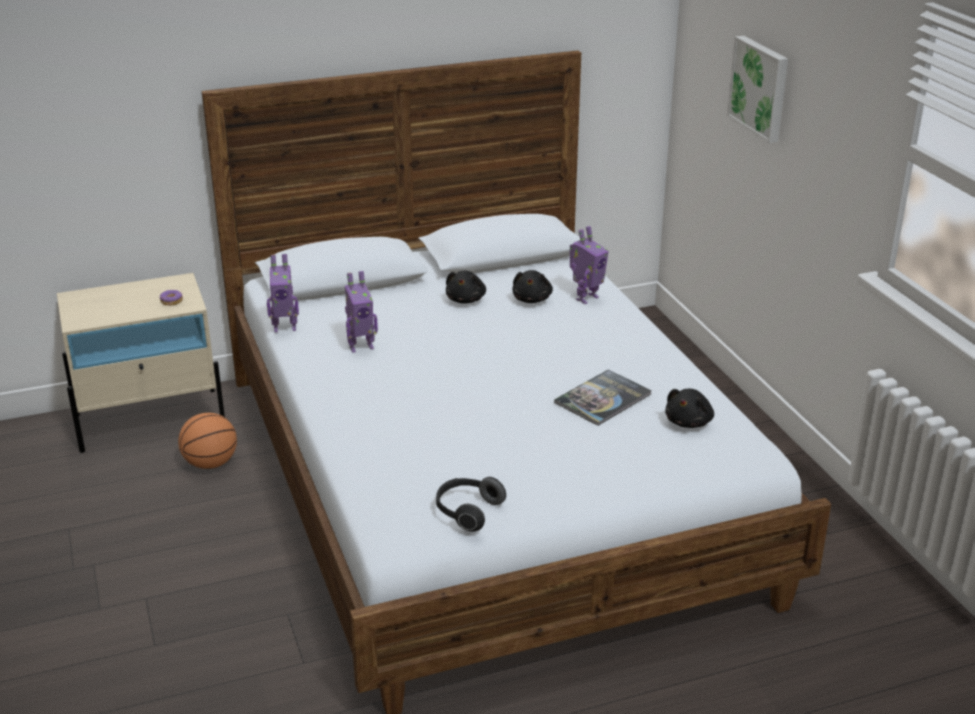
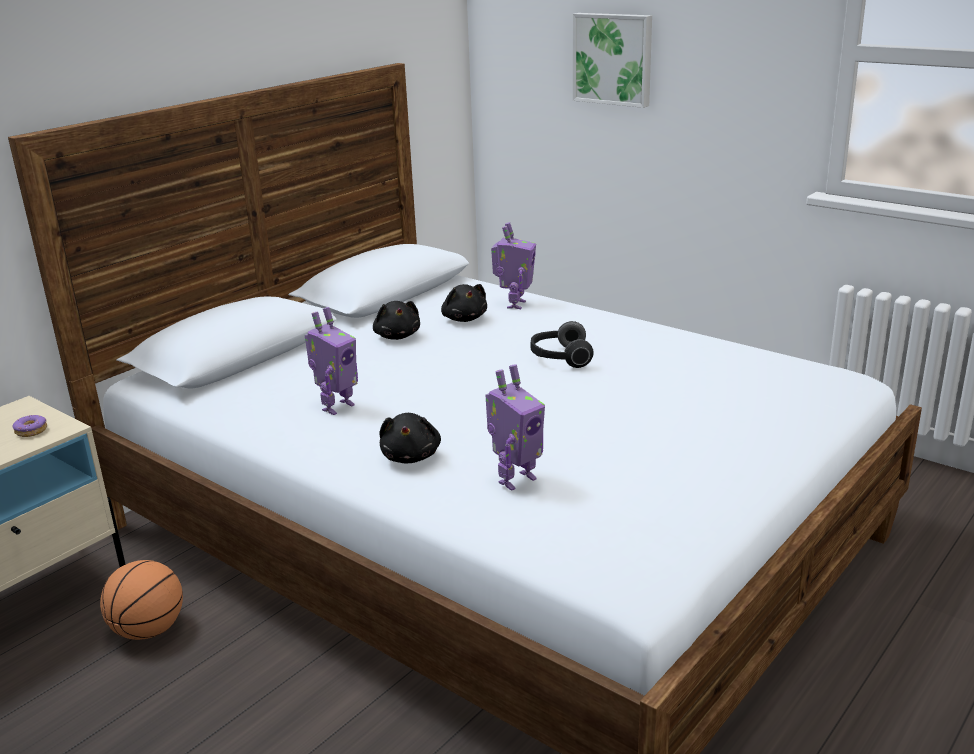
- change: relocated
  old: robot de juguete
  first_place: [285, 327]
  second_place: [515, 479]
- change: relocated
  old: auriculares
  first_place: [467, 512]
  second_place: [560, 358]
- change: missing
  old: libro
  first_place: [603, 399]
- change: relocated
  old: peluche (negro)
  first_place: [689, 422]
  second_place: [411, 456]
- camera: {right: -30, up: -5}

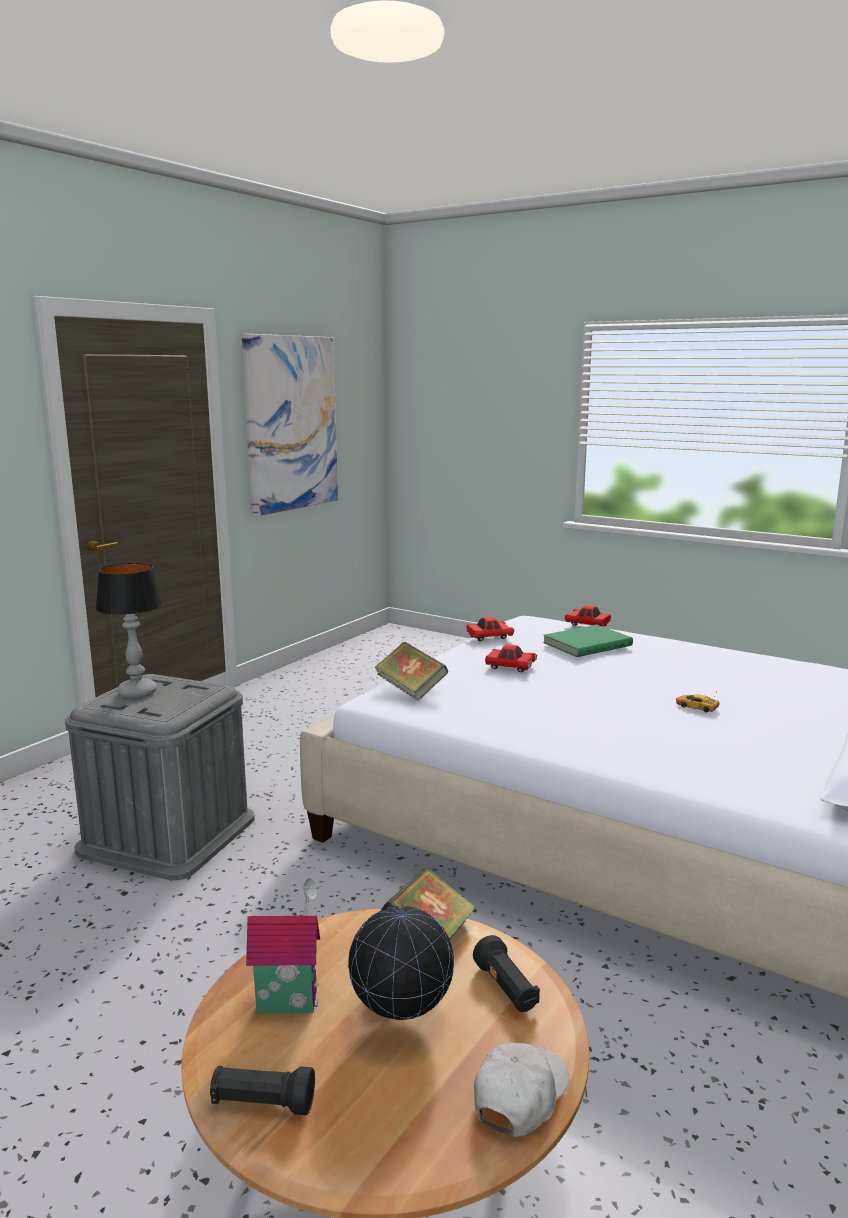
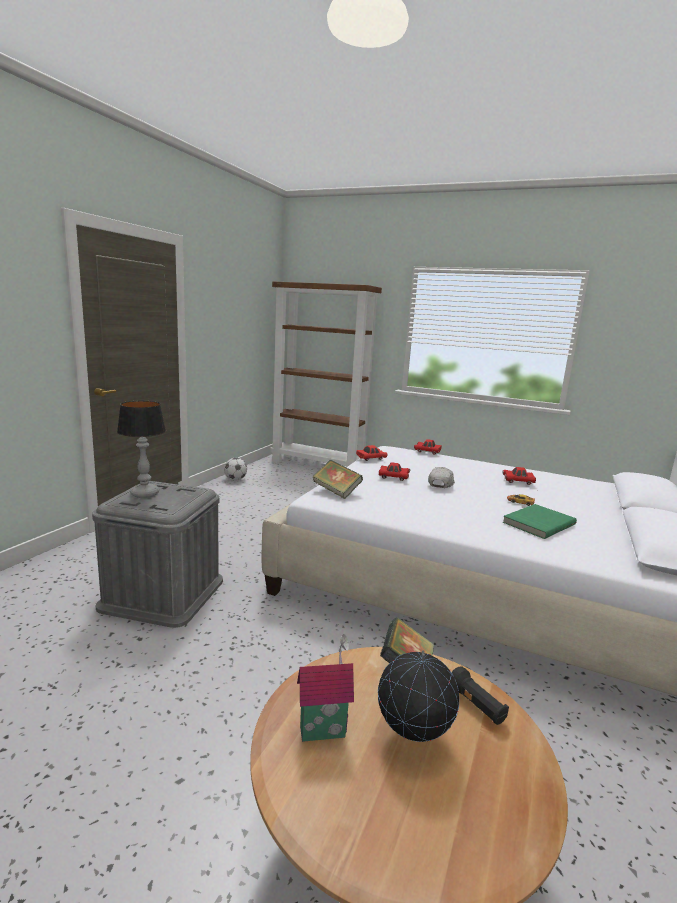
- change: missing
  old: linterna (negro)
  first_place: [262, 1103]
- change: missing
  old: cuadro
  first_place: [291, 423]
- change: relocated
  old: gorra (blanco)
  first_place: [520, 1096]
  second_place: [441, 484]
- change: relocated
  old: libro (verde)
  first_place: [586, 644]
  second_place: [537, 523]
- change: appeared
  new: balón de fútbol
  second_place: [235, 479]
- change: appeared
  new: estantería (marrón)
  second_place: [318, 465]
- change: appeared
  new: coche de juguete (rojo)
  second_place: [518, 482]
- camera: {right: -10, up: 0}

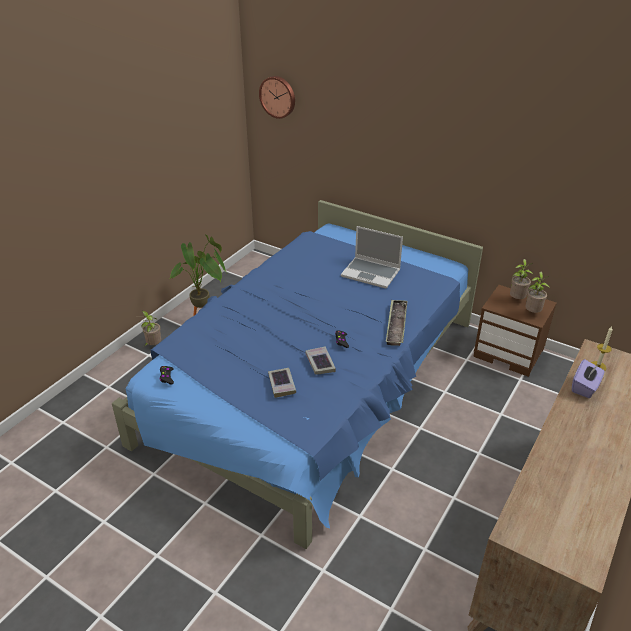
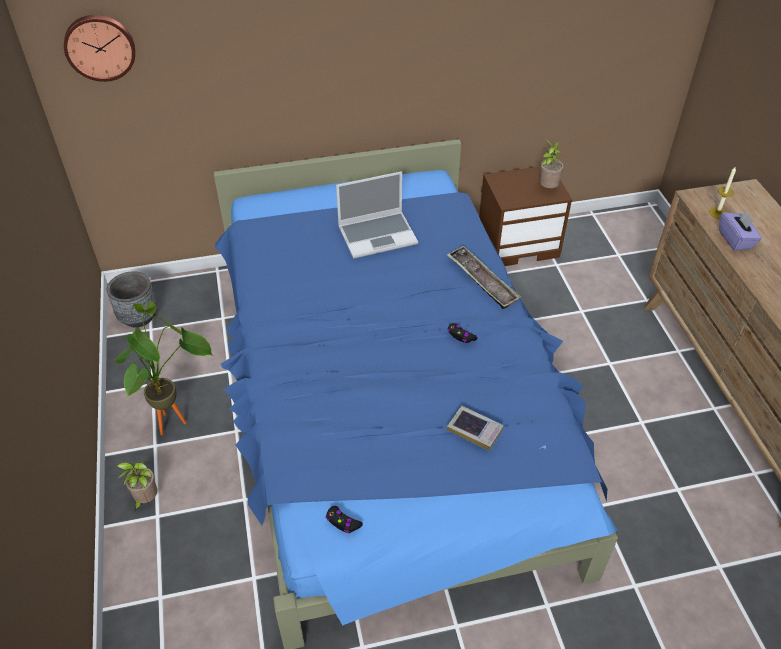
- change: missing
  old: libro
  first_place: [320, 363]
- change: missing
  old: planta en maceta
  first_place: [517, 299]
- change: appeared
  new: maceta (gris)
  second_place: [138, 317]
- camera: {right: -45, up: 10}

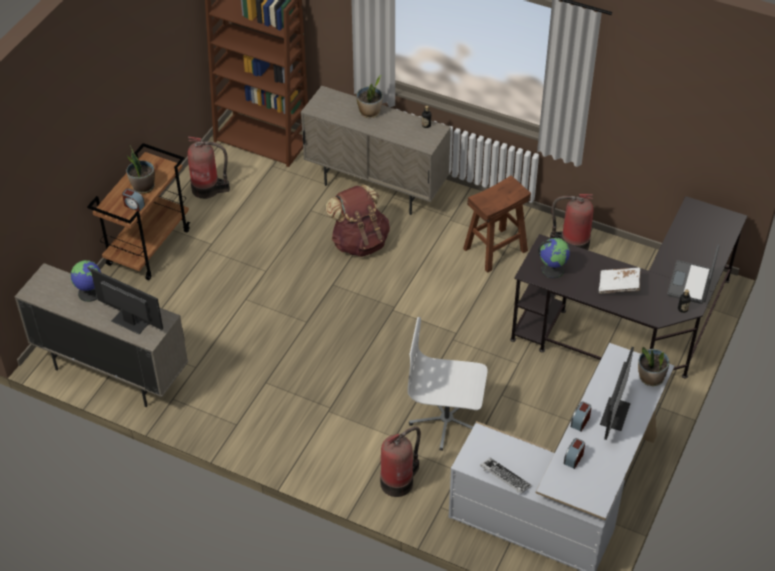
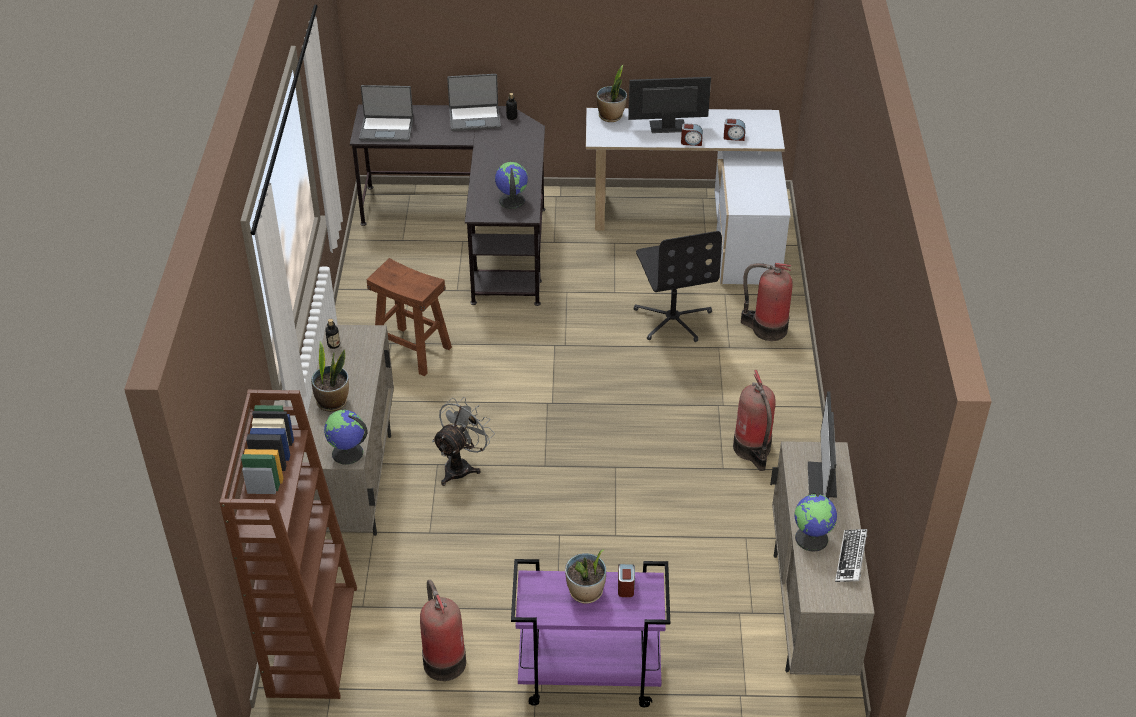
- change: colour
  old: carrito (marrón)
  new: carrito (morado)
  first_place: [148, 246]
  second_place: [588, 677]
- change: exchanged
  old: mochila (marrón)
  new: ventilador (gris)
  first_place: [359, 242]
  second_place: [461, 466]
- change: colour
  old: silla de oficina (blanco)
  new: silla de oficina (negro)
  first_place: [446, 421]
  second_place: [673, 318]
- change: relocated
  old: teclado
  first_place: [505, 478]
  second_place: [851, 558]
- change: relocated
  old: extintor
  first_place: [572, 244]
  second_place: [753, 450]
- change: missing
  old: libro (blanco)
  first_place: [619, 286]
- change: appeared
  new: globo terráqueo
  second_place: [347, 453]
- change: appeared
  new: portátil
  second_place: [387, 129]
- camera: {right: -115, up: -5}

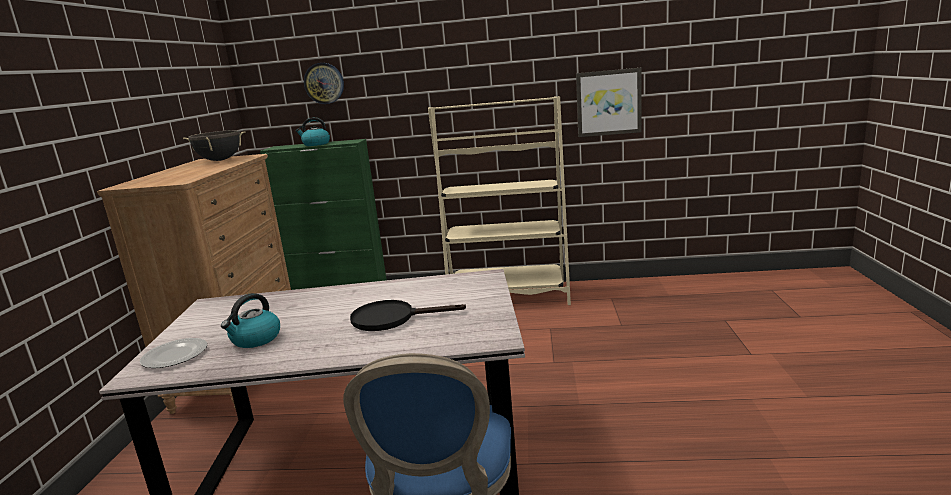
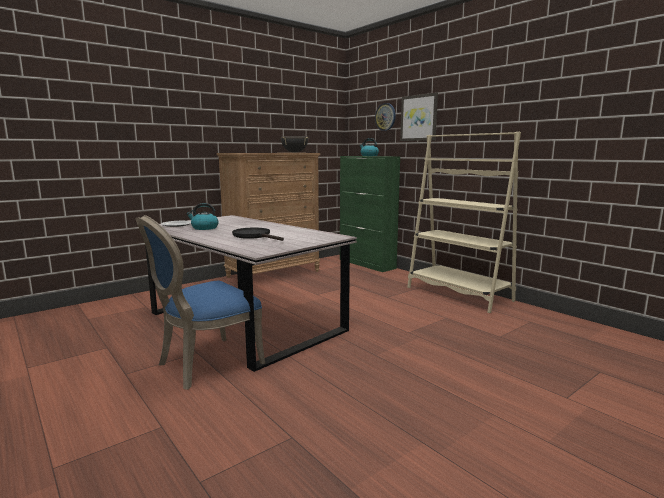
- change: relocated
  old: cuadro
  first_place: [608, 102]
  second_place: [419, 118]
- camera: {right: 45, up: -5}

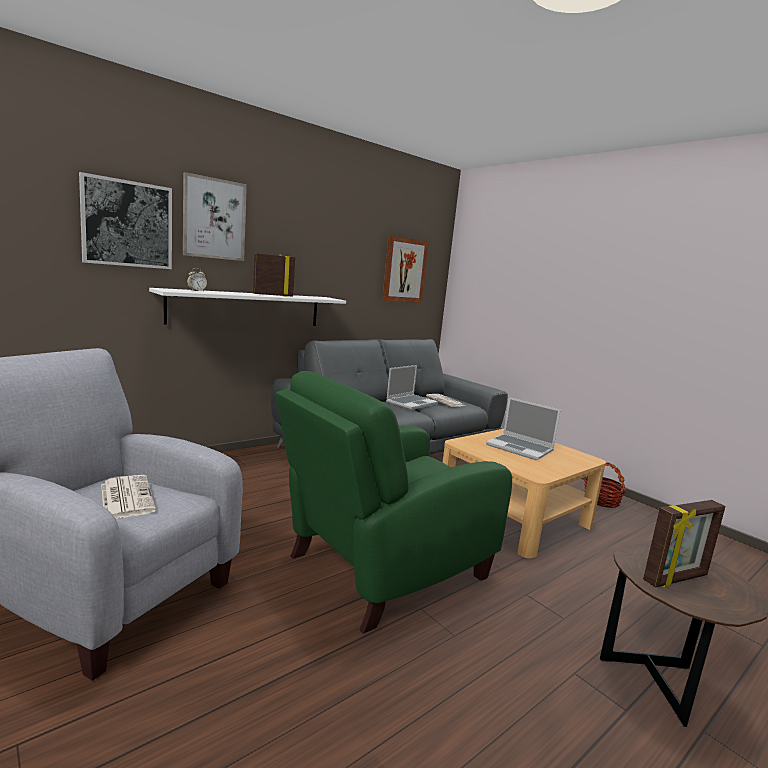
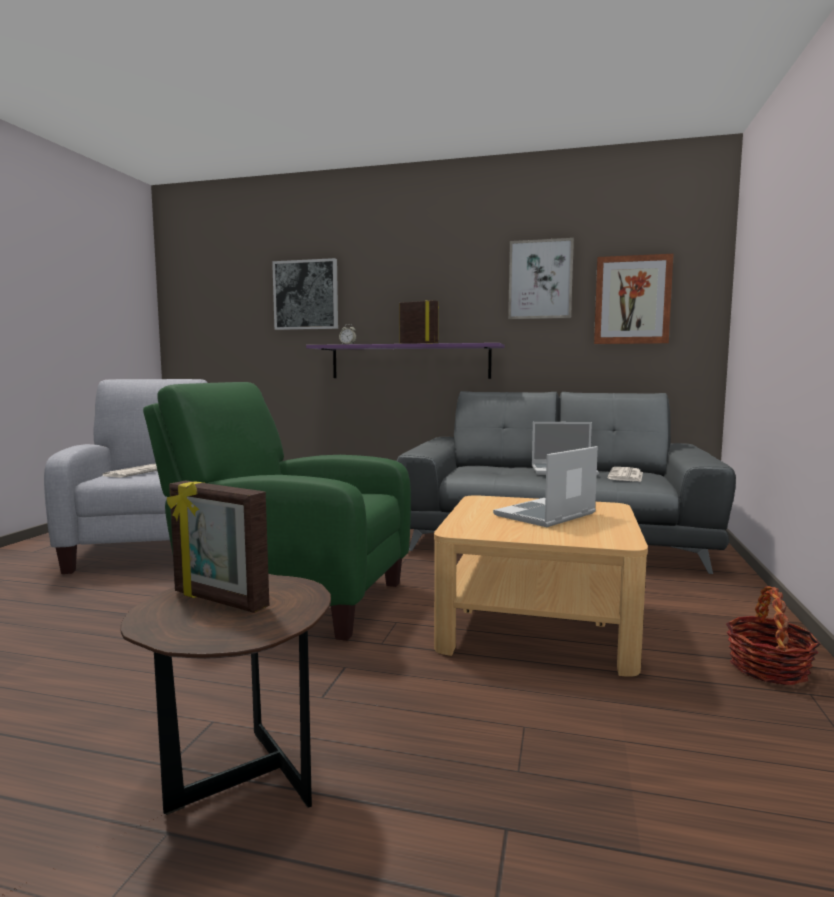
- change: colour
  old: estante (blanco)
  new: estante (morado)
  first_place: [247, 309]
  second_place: [409, 362]
- change: relocated
  old: cuadro
  first_place: [214, 219]
  second_place: [540, 279]
- change: spun
  old: portátil
  first_place: [520, 448]
  second_place: [545, 515]
  degrees: 45
- camera: {right: 55, up: -5}

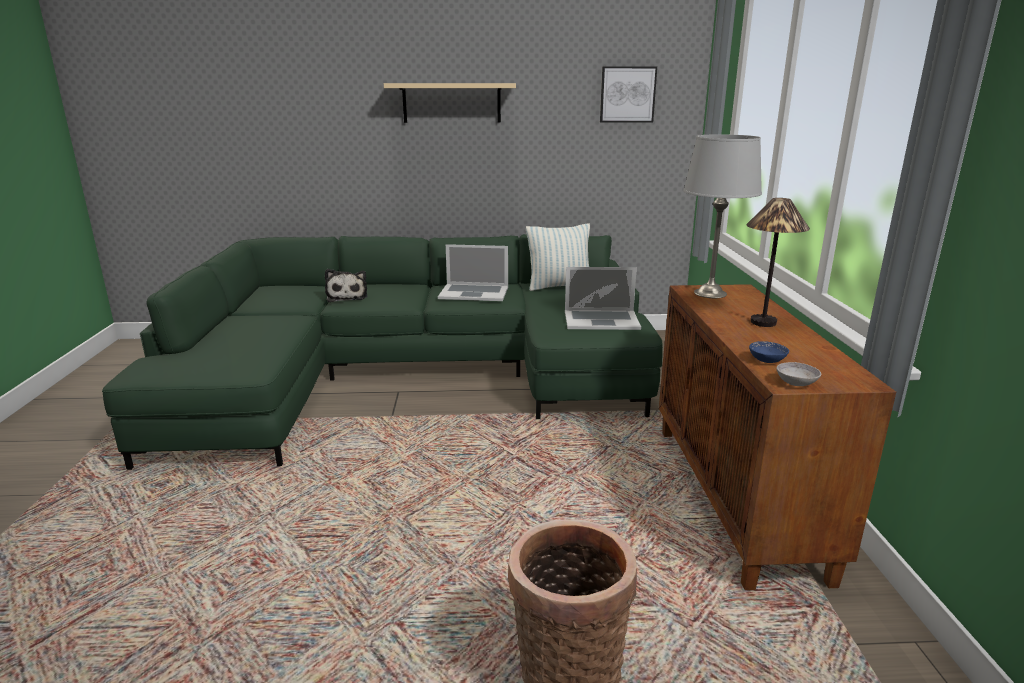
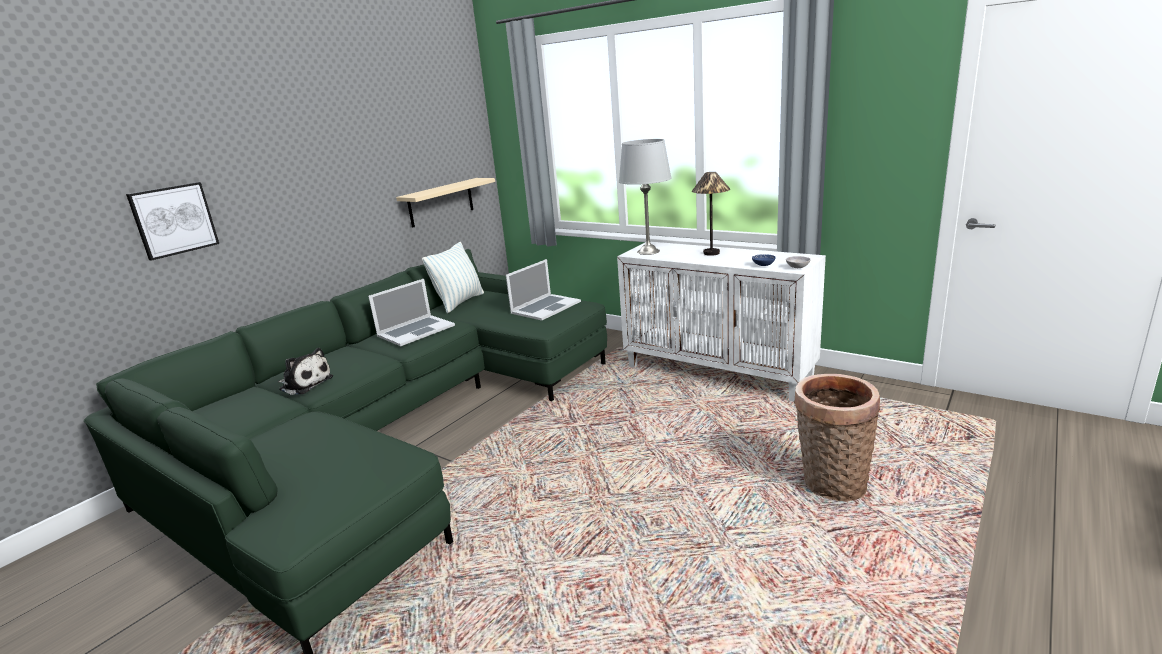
- change: relocated
  old: estante (beis)
  first_place: [451, 103]
  second_place: [441, 202]
- change: relocated
  old: cuadro
  first_place: [627, 94]
  second_place: [174, 220]
- change: colour
  old: armario (marrón)
  new: armario (blanco)
  first_place: [737, 498]
  second_place: [718, 372]
- camera: {right: -50, up: 0}

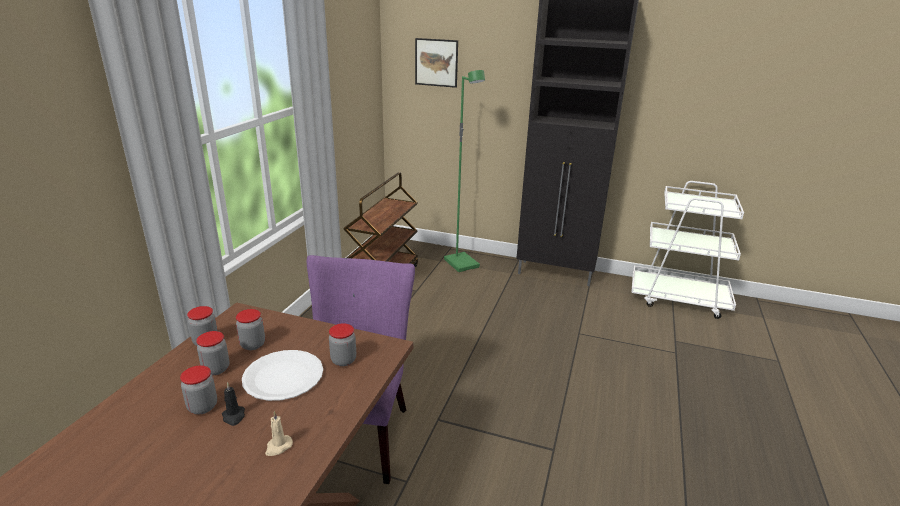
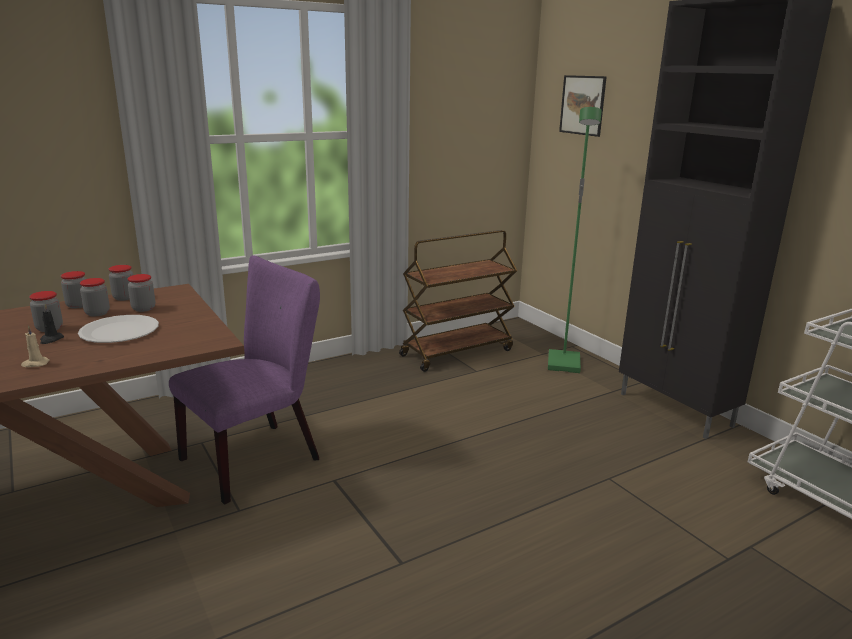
- change: relocated
  old: tarro
  first_place: [343, 360]
  second_place: [78, 305]
- camera: {right: 40, up: -5}

